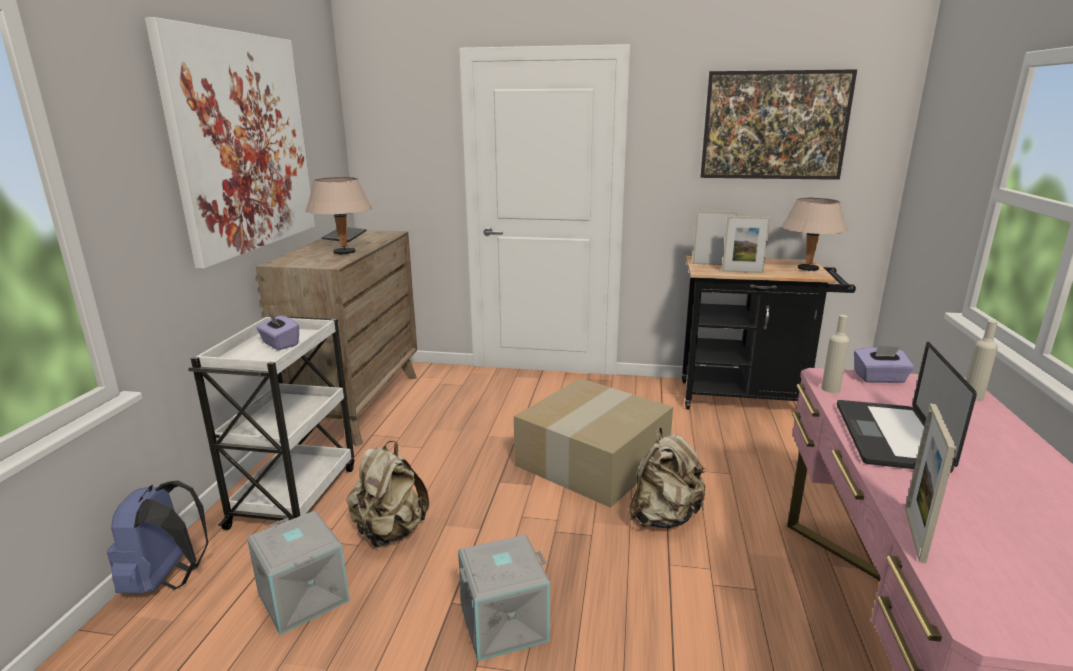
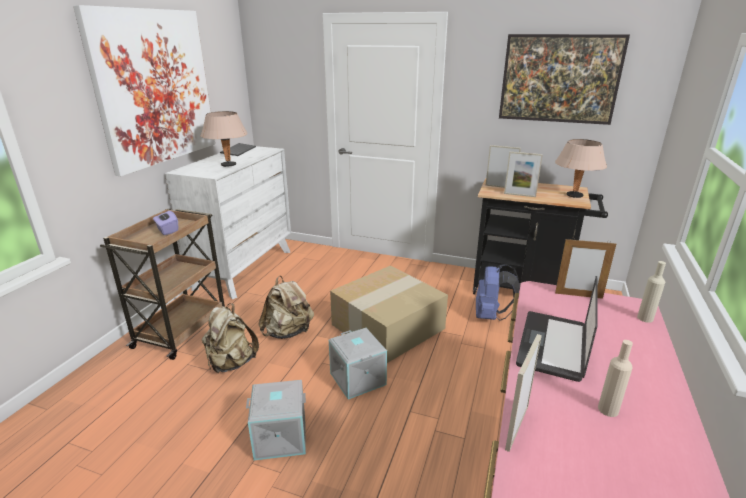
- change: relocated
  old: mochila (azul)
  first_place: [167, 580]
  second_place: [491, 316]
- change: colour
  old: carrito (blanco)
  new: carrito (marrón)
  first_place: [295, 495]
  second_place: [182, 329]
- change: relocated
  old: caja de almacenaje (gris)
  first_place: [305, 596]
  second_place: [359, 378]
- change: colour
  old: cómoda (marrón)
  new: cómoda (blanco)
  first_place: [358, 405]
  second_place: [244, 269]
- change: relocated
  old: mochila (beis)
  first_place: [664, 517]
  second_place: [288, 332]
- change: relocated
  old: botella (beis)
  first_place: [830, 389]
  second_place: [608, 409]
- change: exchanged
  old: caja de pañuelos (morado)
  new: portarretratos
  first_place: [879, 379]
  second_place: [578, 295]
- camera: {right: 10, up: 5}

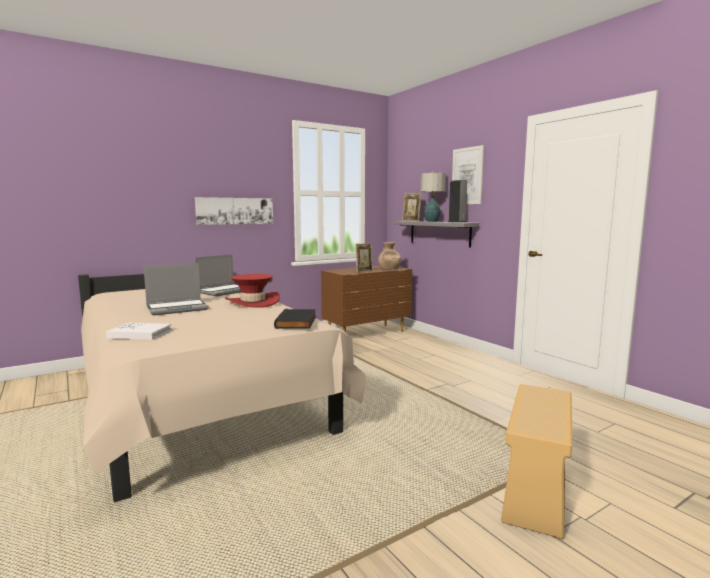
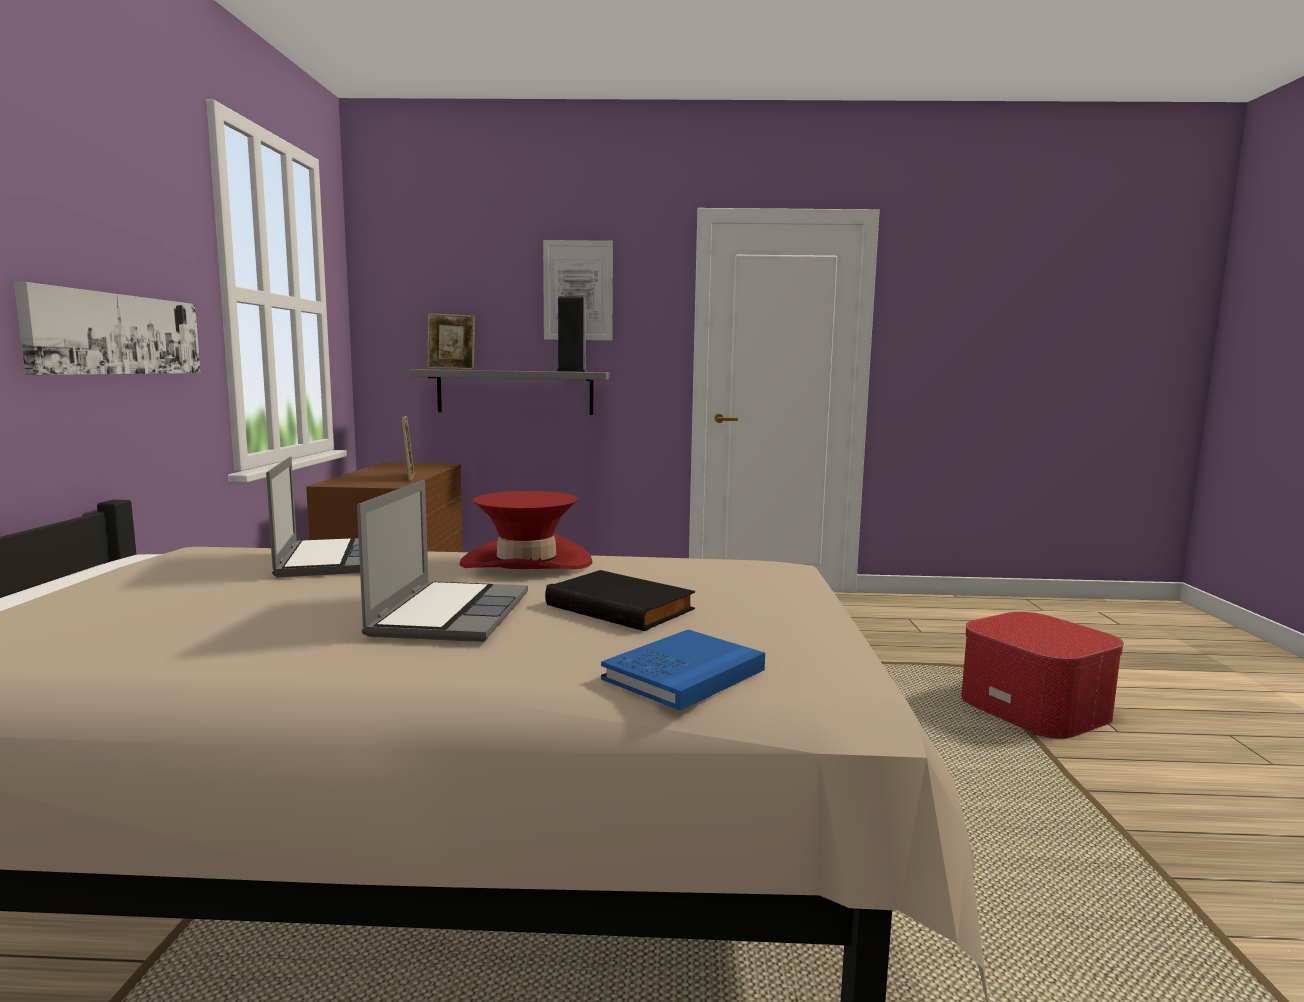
- change: colour
  old: libro (blanco)
  new: libro (azul)
  first_place: [140, 334]
  second_place: [684, 674]
- change: relocated
  old: libro (negro)
  first_place: [297, 322]
  second_place: [622, 607]
- change: missing
  old: florero (marrón)
  first_place: [389, 269]
- change: missing
  old: lámpara de mesa
  first_place: [431, 221]
- change: exchanged
  old: caja de almacenaje (beis)
  new: puf
  first_place: [536, 493]
  second_place: [1035, 707]
- camera: {right: -55, up: 0}

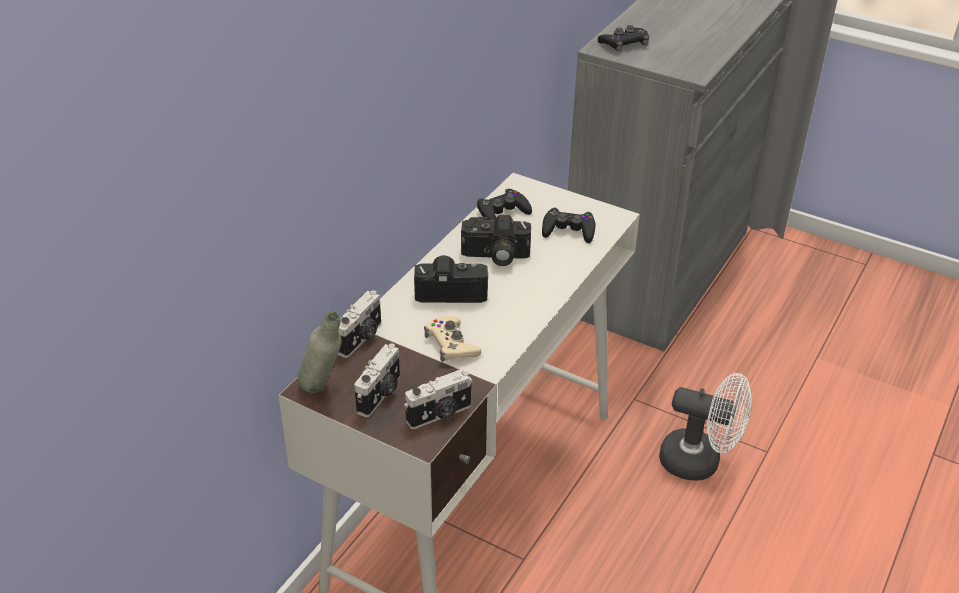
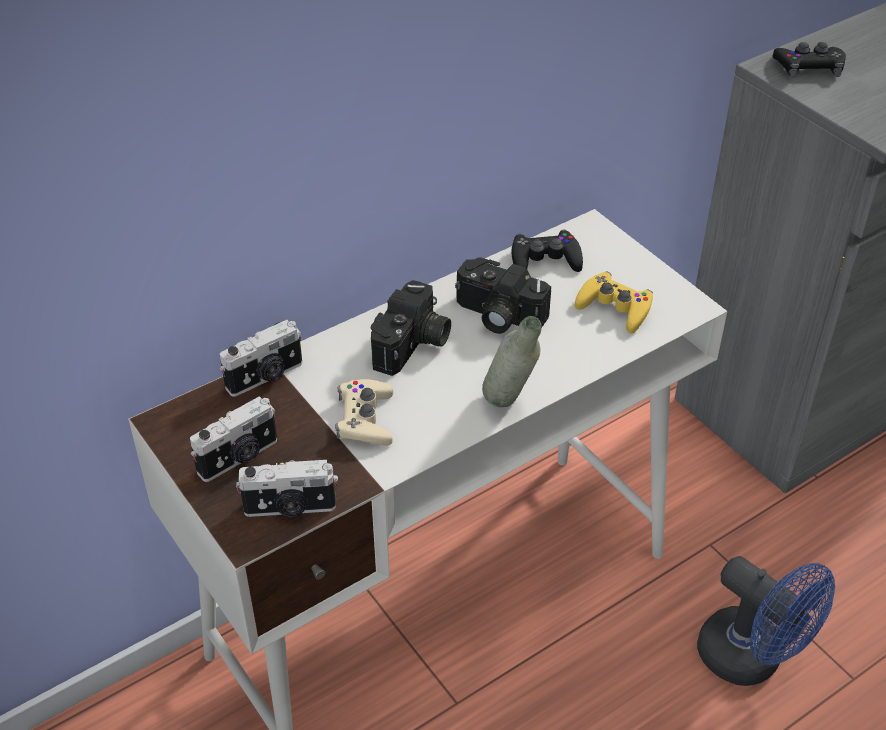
- change: relocated
  old: botella (gris)
  first_place: [324, 391]
  second_place: [509, 409]
- change: spun
  old: cámara
  first_place: [451, 290]
  second_place: [413, 346]
  degrees: 90
- change: colour
  old: mando de consola (negro)
  new: mando de consola (amarillo)
  first_place: [568, 230]
  second_place: [614, 308]
- change: colour
  old: ventilador (blanco)
  new: ventilador (azul)
  first_place: [700, 462]
  second_place: [751, 660]
- camera: {right: 25, up: 5}

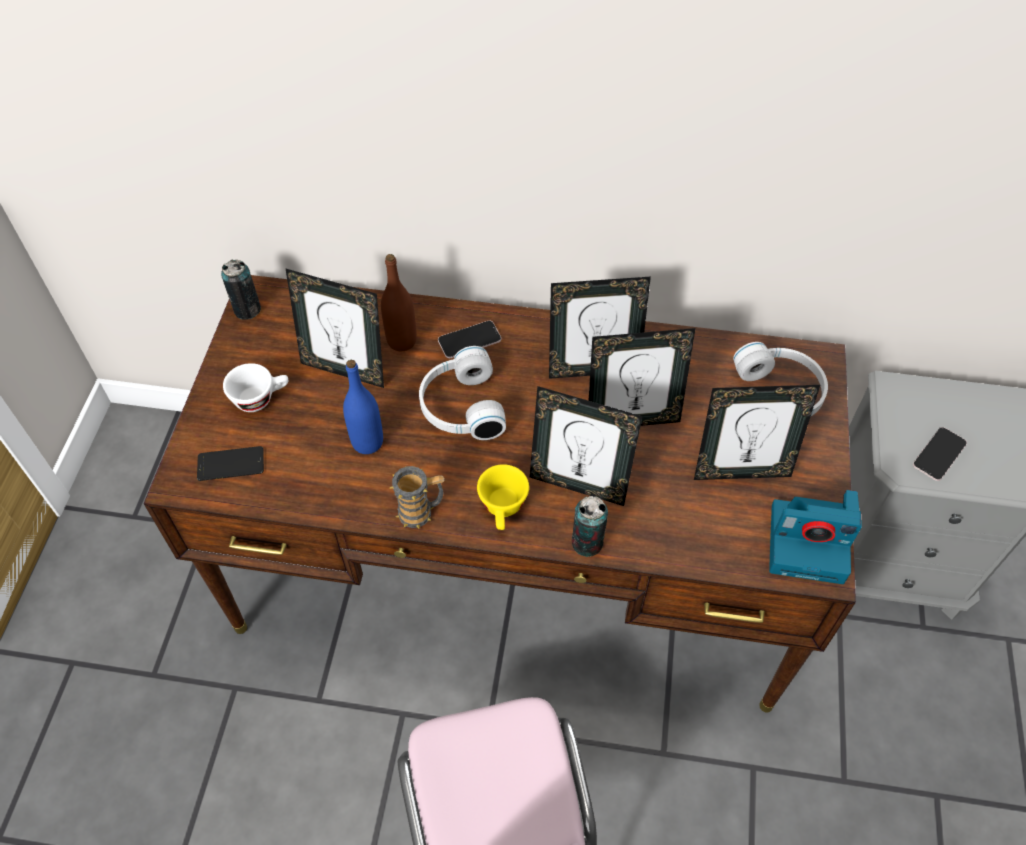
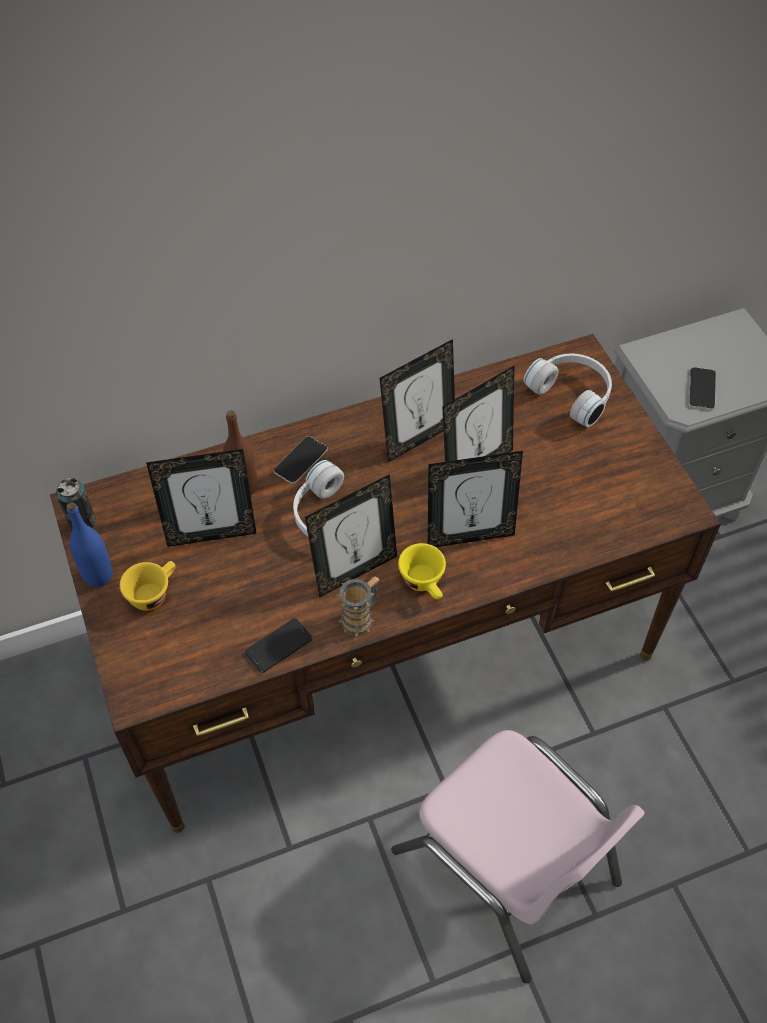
- change: relocated
  old: móvil
  first_place: [230, 464]
  second_place: [278, 646]
- change: colour
  old: taza (blanco)
  new: taza (amarillo)
  first_place: [260, 398]
  second_place: [153, 592]
- change: relocated
  old: botella (azul)
  first_place: [367, 442]
  second_place: [98, 575]
- change: missing
  old: lata
  first_place: [587, 543]
- change: relocated
  old: portarretratos
  first_place: [741, 471]
  second_place: [354, 571]
- change: missing
  old: cámara
  first_place: [809, 542]
- camera: {right: -30, up: 0}

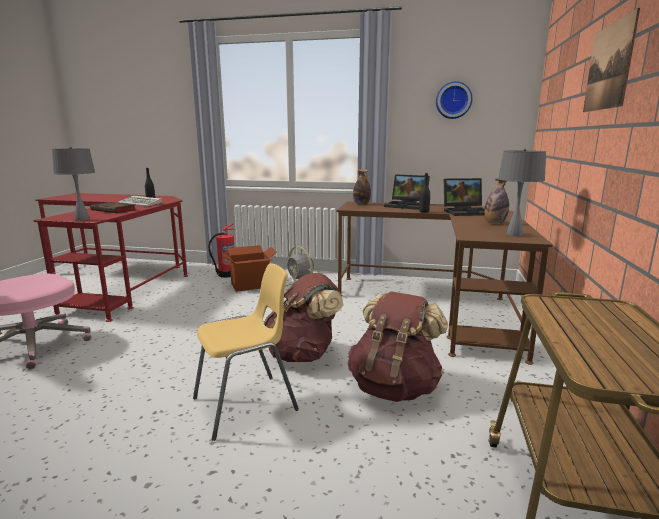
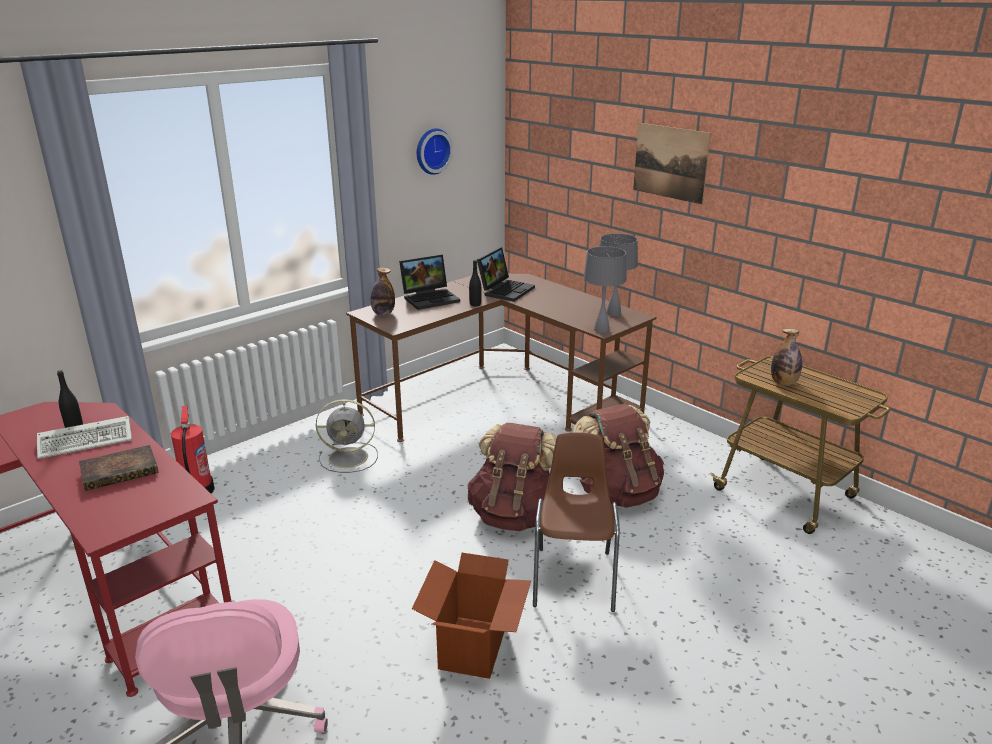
- change: relocated
  old: lámpara de mesa (gris)
  first_place: [82, 219]
  second_place: [601, 330]
- change: colour
  old: silla (amarillo)
  new: silla (marrón)
  first_place: [246, 405]
  second_place: [574, 578]
- change: relocated
  old: caja de cartón
  first_place: [251, 285]
  second_place: [474, 647]
- change: relocated
  old: botella
  first_place: [494, 223]
  second_place: [783, 383]
- camera: {right: -55, up: 10}

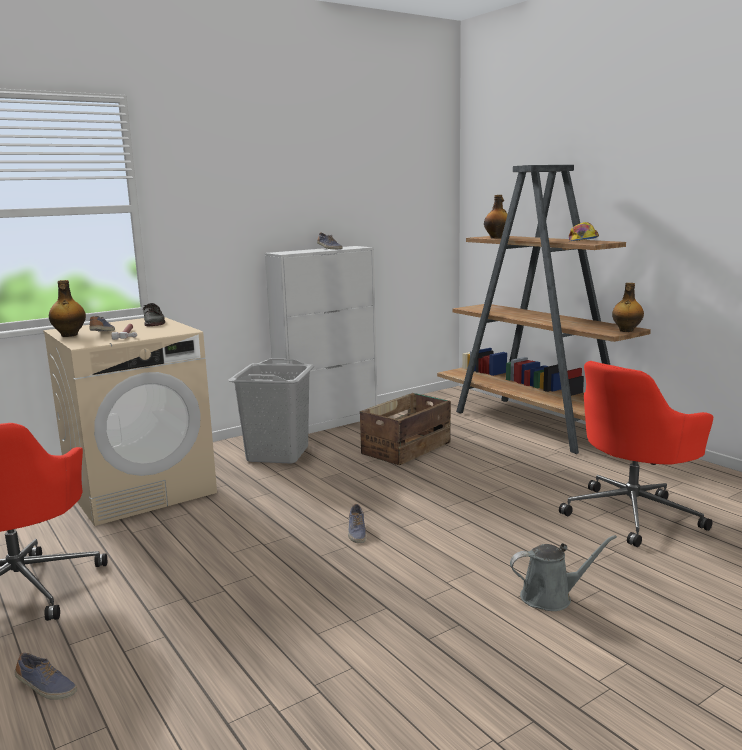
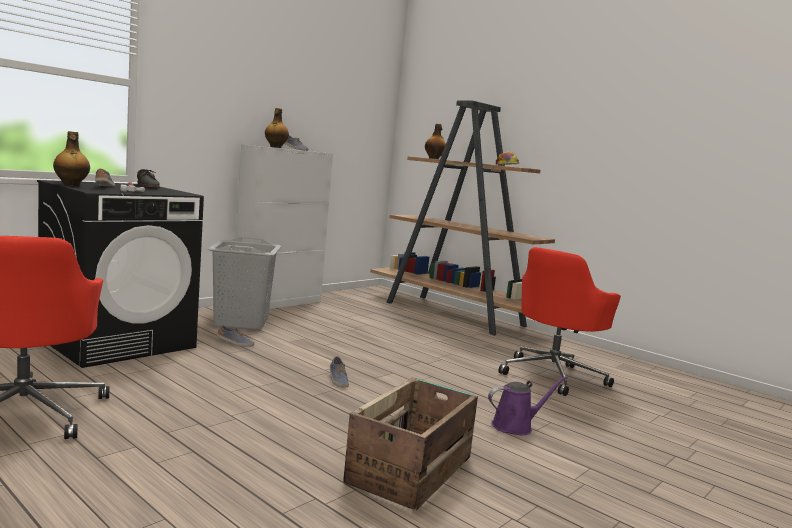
- change: relocated
  old: zapato
  first_place: [45, 688]
  second_place: [235, 343]
- change: colour
  old: lavadora (beis)
  new: lavadora (negro)
  first_place: [141, 490]
  second_place: [118, 342]
- change: relocated
  old: caja de embalaje
  first_place: [408, 448]
  second_place: [412, 469]
- change: colour
  old: regadera (gris)
  new: regadera (morado)
  first_place: [551, 597]
  second_place: [515, 426]
- change: relocated
  old: botella
  first_place: [626, 330]
  second_place: [275, 147]
- camera: {right: -15, up: -5}

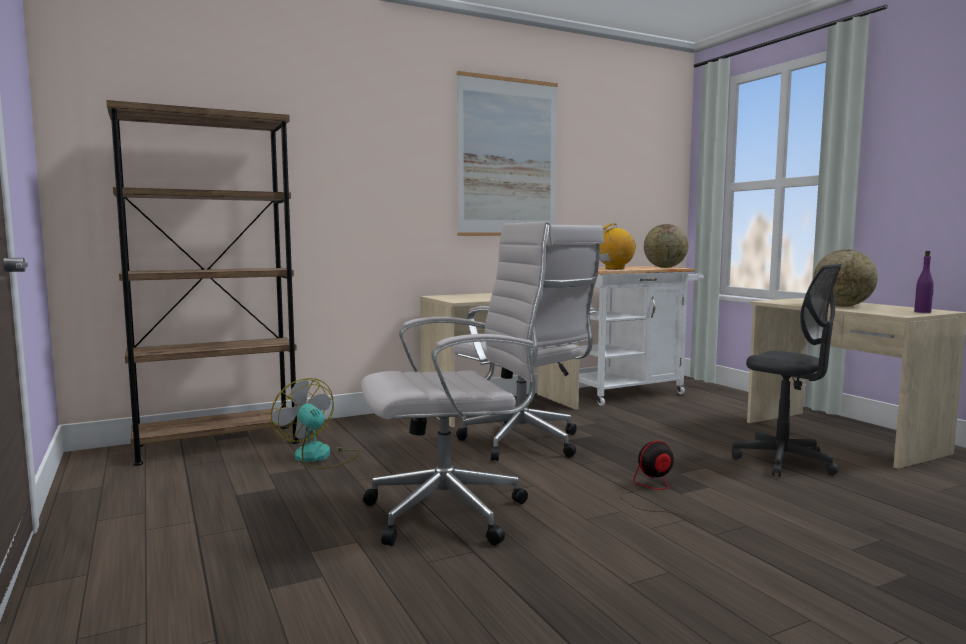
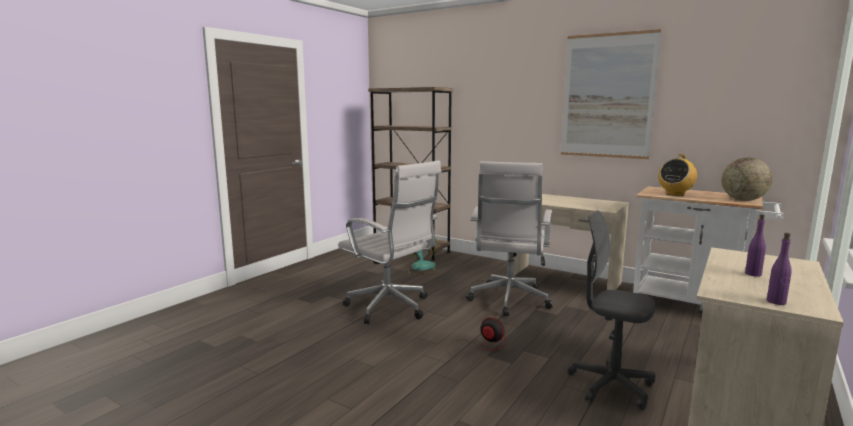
- change: spun
  old: radio
  first_place: [614, 268]
  second_place: [675, 194]
  degrees: 105
- change: spun
  old: silla de oficina (gris)
  first_place: [783, 462]
  second_place: [611, 386]
  degrees: 105
- change: exchanged
  old: globo terráqueo
  new: botella (morado)
  first_place: [842, 306]
  second_place: [753, 274]
- camera: {right: 60, up: 5}

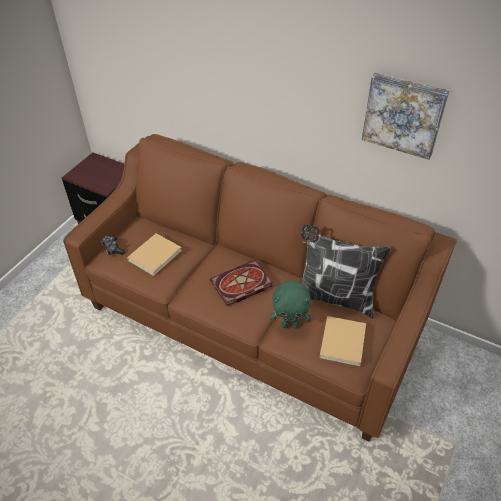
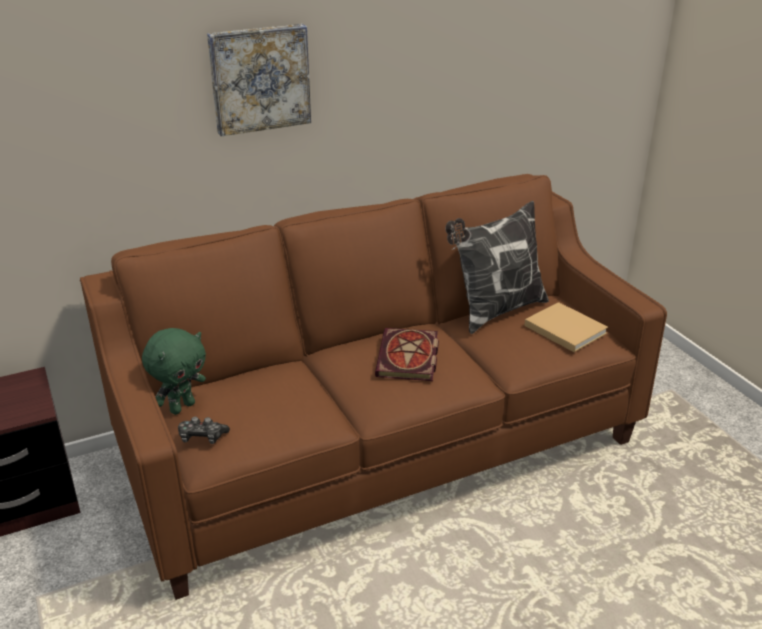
- change: missing
  old: libro (beis)
  first_place: [156, 254]
- change: relocated
  old: peluche (verde)
  first_place: [290, 325]
  second_place: [182, 407]
- change: relocated
  old: cuadro
  first_place: [404, 114]
  second_place: [259, 78]
- camera: {right: -55, up: -15}

